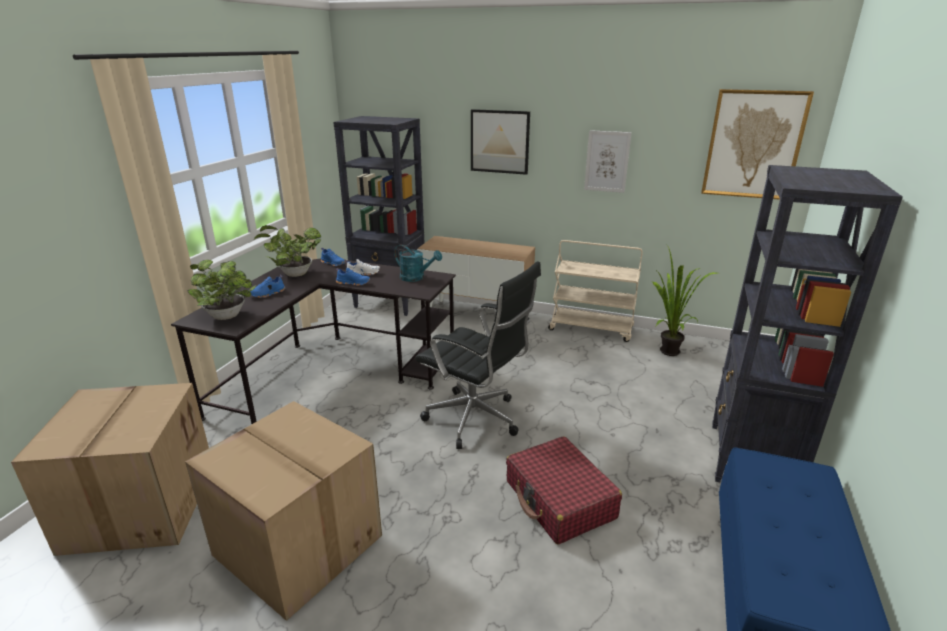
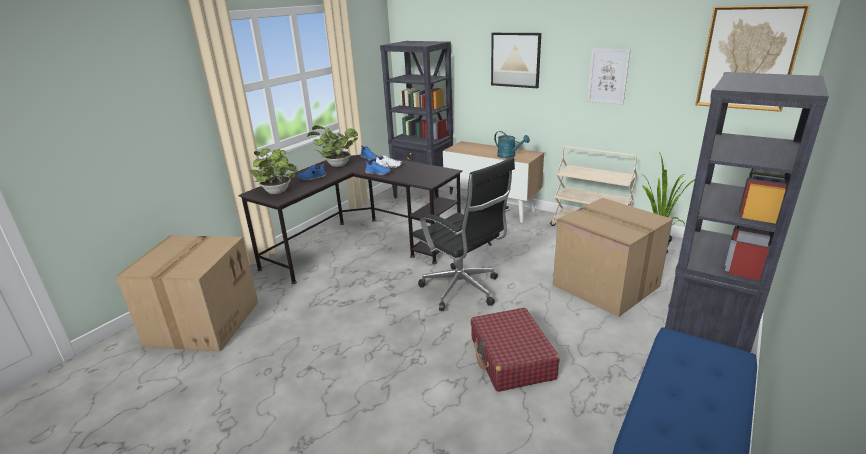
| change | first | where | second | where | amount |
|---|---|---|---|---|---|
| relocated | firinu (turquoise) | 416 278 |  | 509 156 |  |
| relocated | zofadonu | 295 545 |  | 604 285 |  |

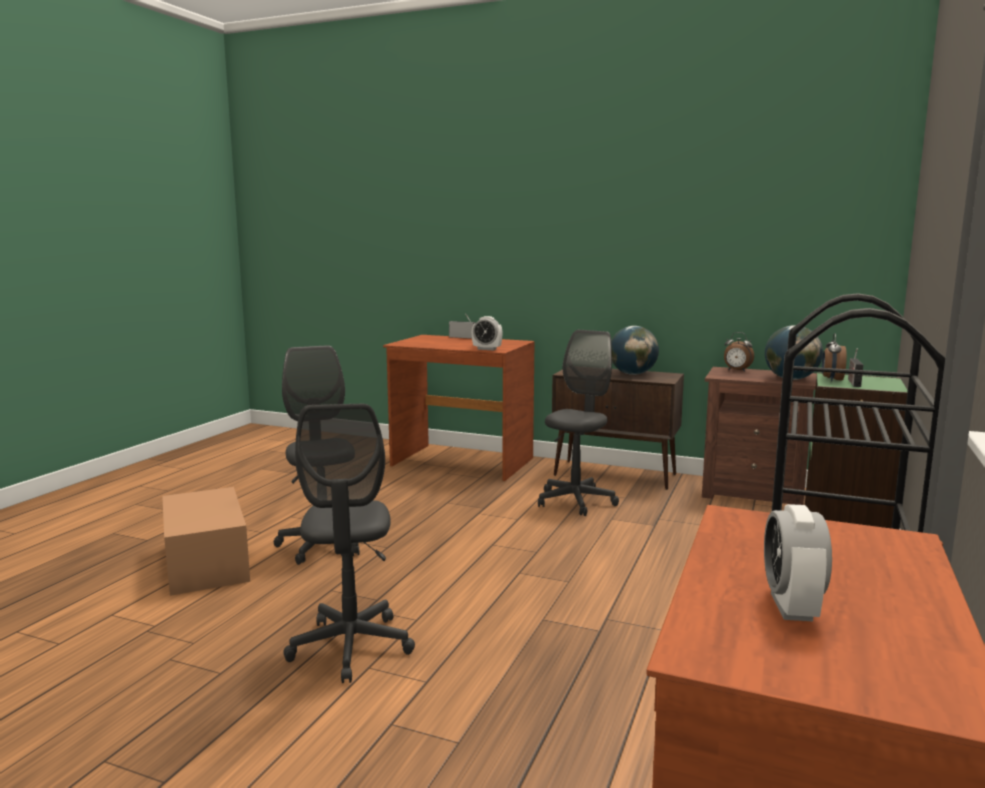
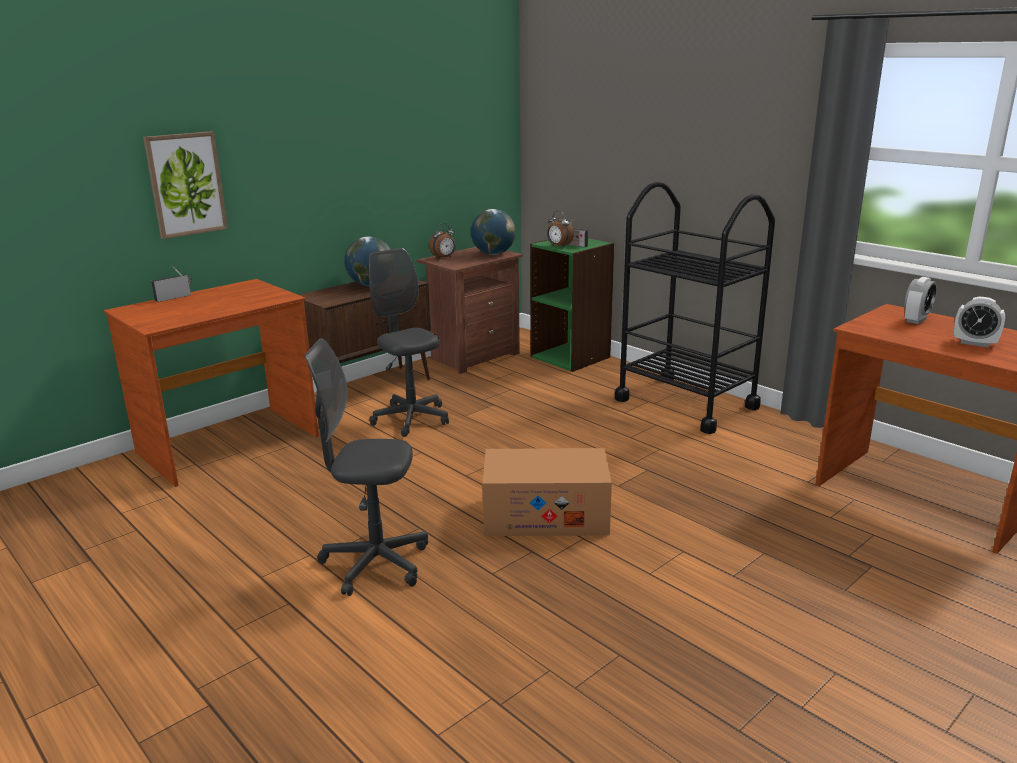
| change | first | where | second | where | amount |
|---|---|---|---|---|---|
| appeared |  |  | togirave | 186 184 |  |
| relocated | zofadonu | 206 563 |  | 545 515 |  |
| relocated | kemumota | 487 349 |  | 916 320 |  |
| missing | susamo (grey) | 351 647 |  |  |  |

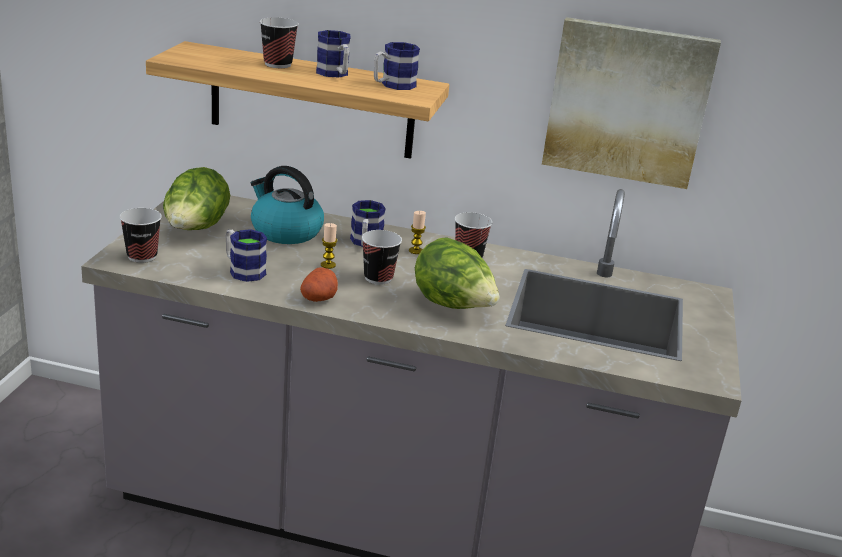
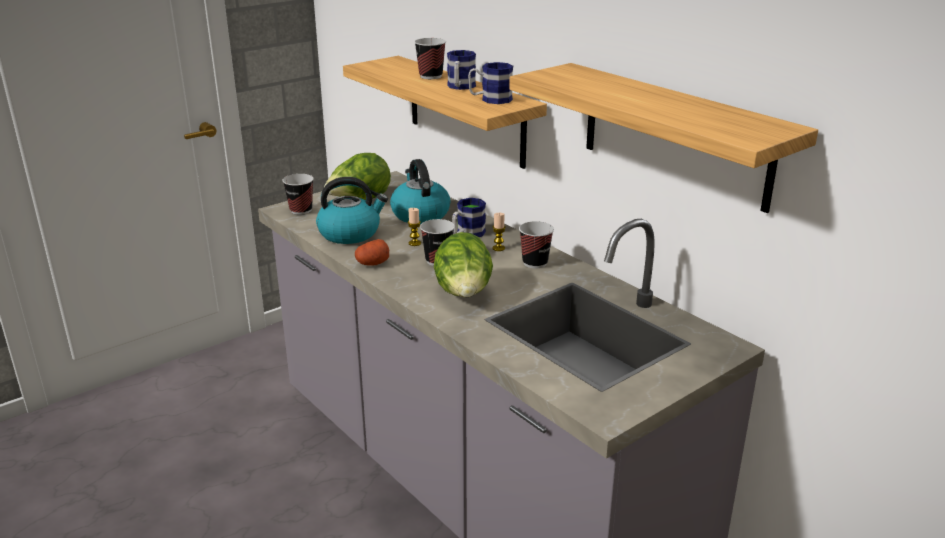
| change | first | where | second | where | amount |
|---|---|---|---|---|---|
| exchanged | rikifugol | 243 270 | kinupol | 350 233 |  |
| exchanged | togirave | 627 102 | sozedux | 675 135 |  |

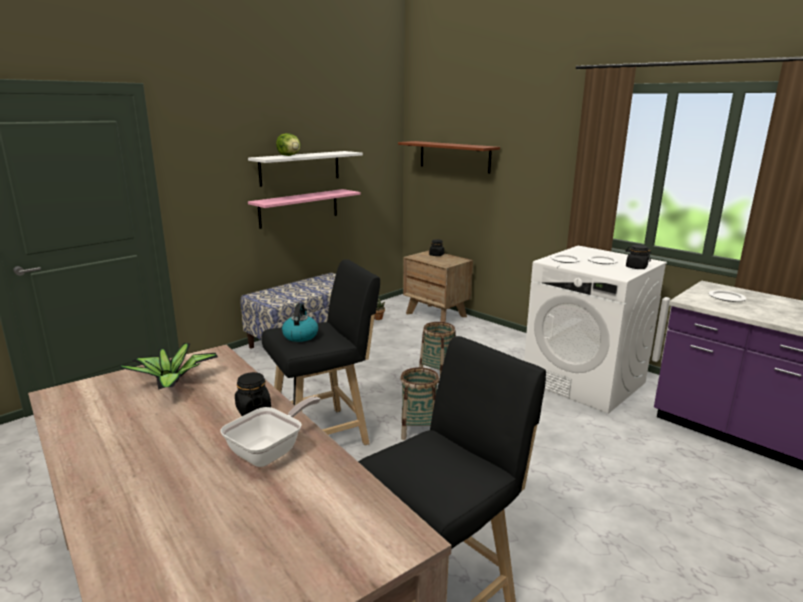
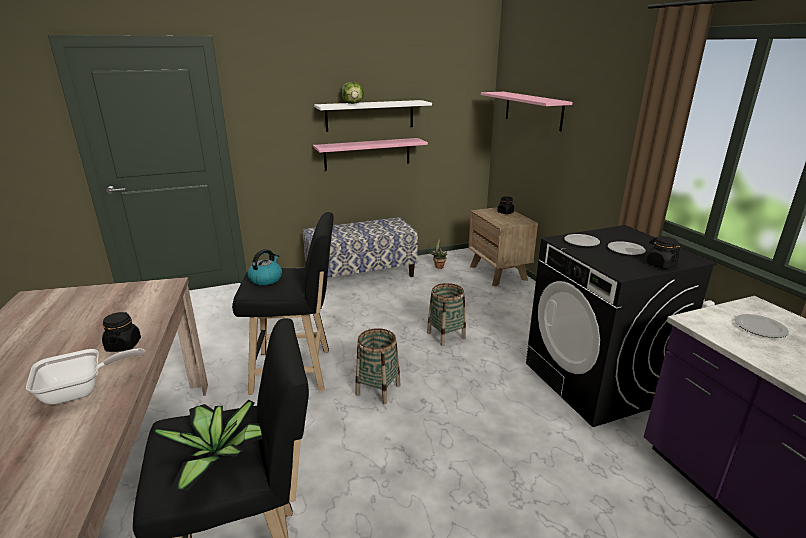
| change | first | where | second | where | amount |
|---|---|---|---|---|---|
| relocated | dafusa | 172 382 |  | 219 455 |  |
| colour | sozedux (brown) | 454 156 | sozedux (pink) | 533 110 |  |
| colour | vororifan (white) | 584 382 | vororifan (black) | 597 382 |  |

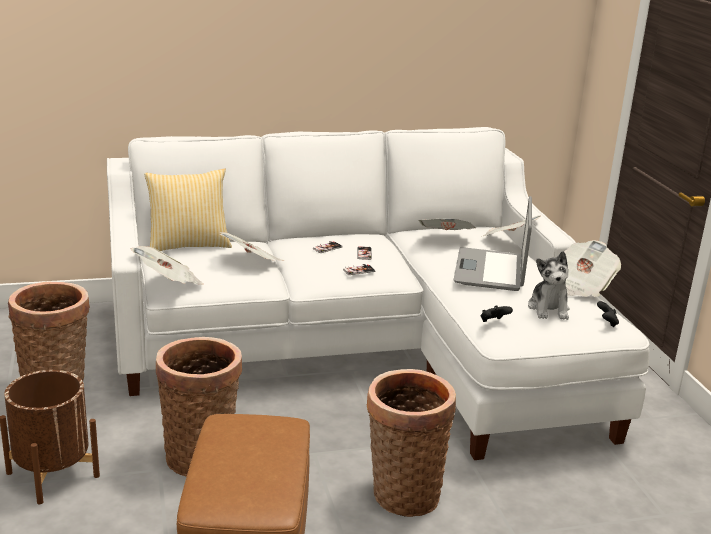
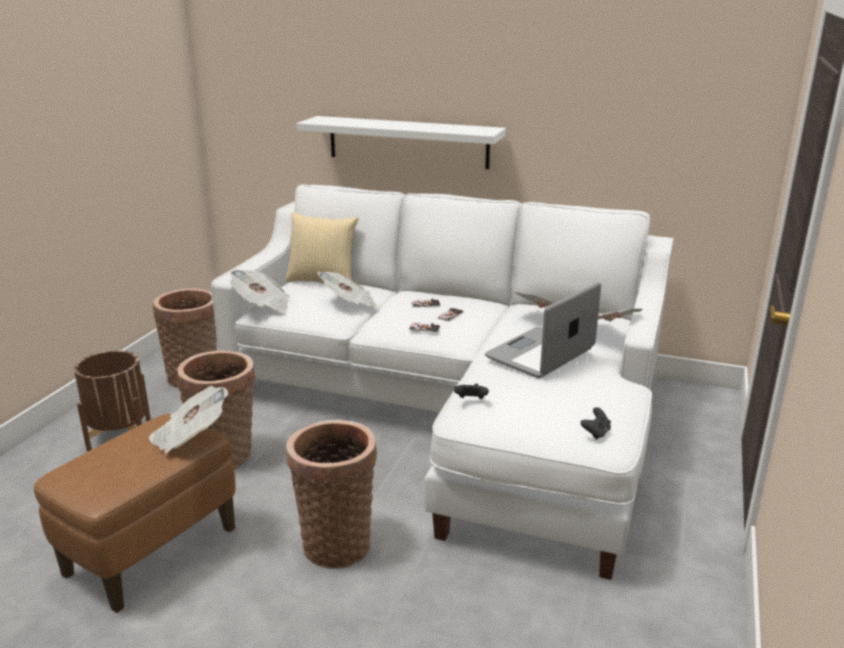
| change | first | where | second | where | amount |
|---|---|---|---|---|---|
| relocated | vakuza | 581 286 |  | 190 437 |  |
| appeared |  |  | sozedux (white) | 407 142 |  |
| missing | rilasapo | 549 309 |  |  |  |

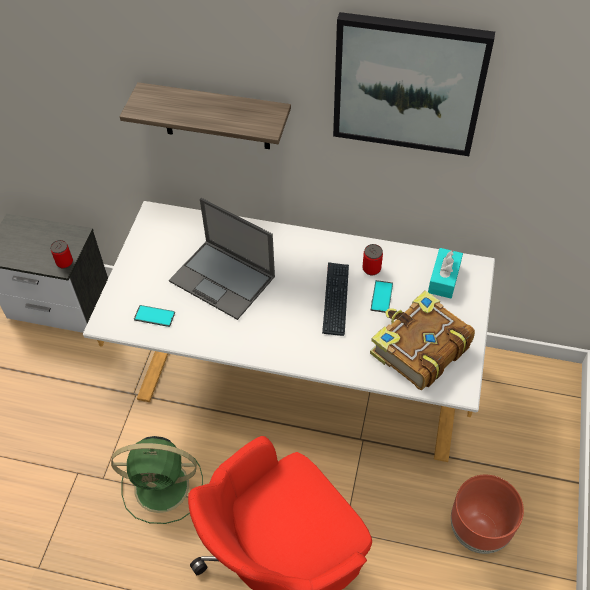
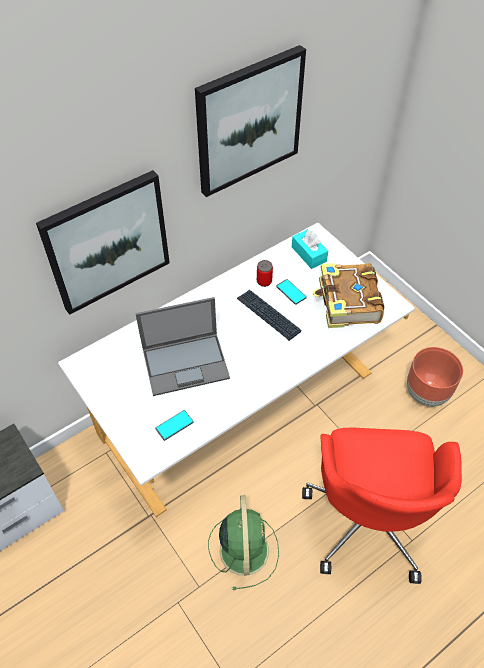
| change | first | where | second | where | amount |
|---|---|---|---|---|---|
| exchanged | sozedux | 216 117 | togirave | 107 242 |  |
| spun | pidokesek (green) | 164 486 |  | 244 548 | 45 degrees counterclockwise |
| missing | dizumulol | 64 262 |  |  |  |

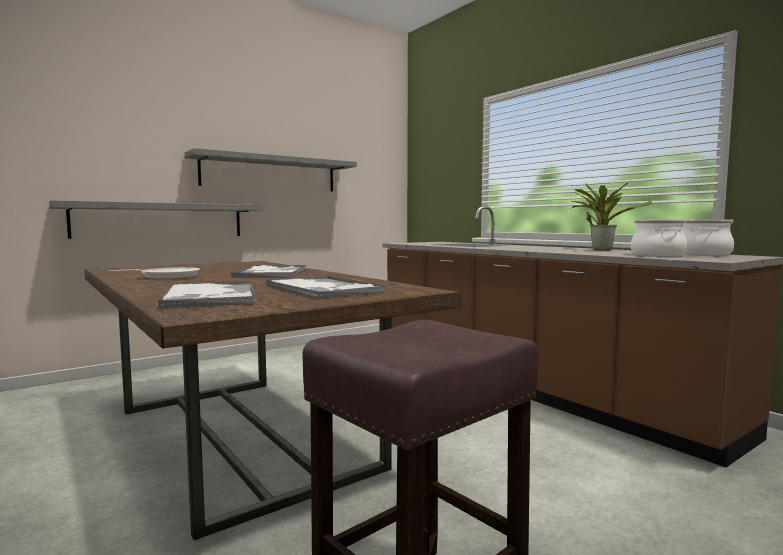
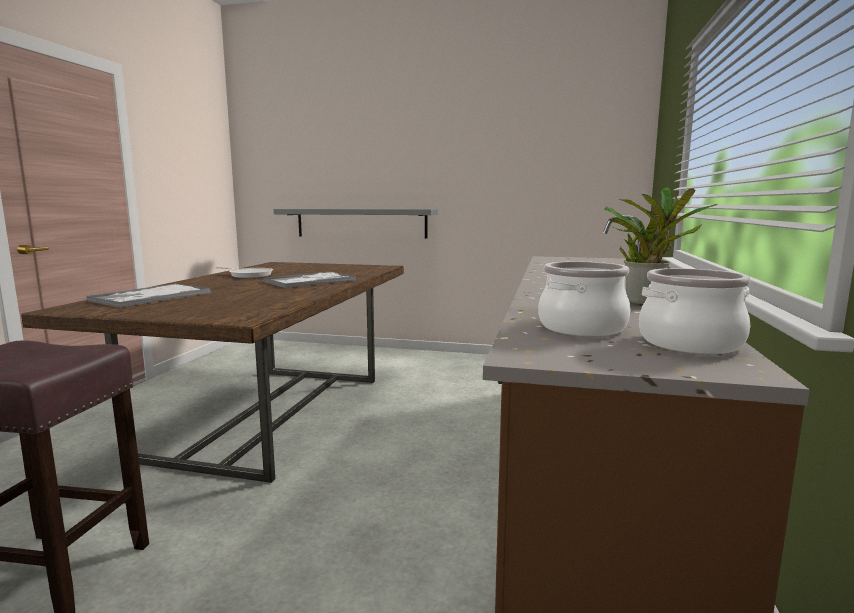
| change | first | where | second | where | amount |
|---|---|---|---|---|---|
| missing | sozedux (grey) | 270 173 |  |  |  |
| missing | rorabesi | 324 289 |  |  |  |

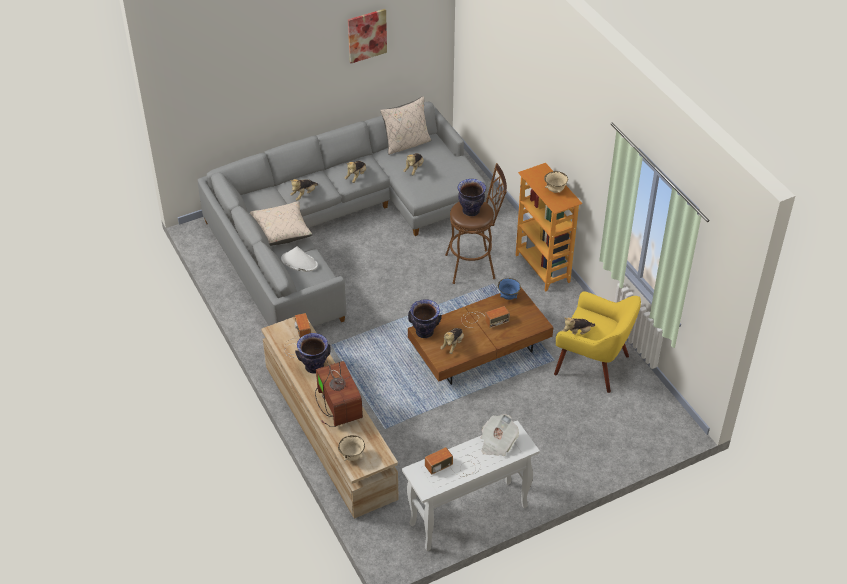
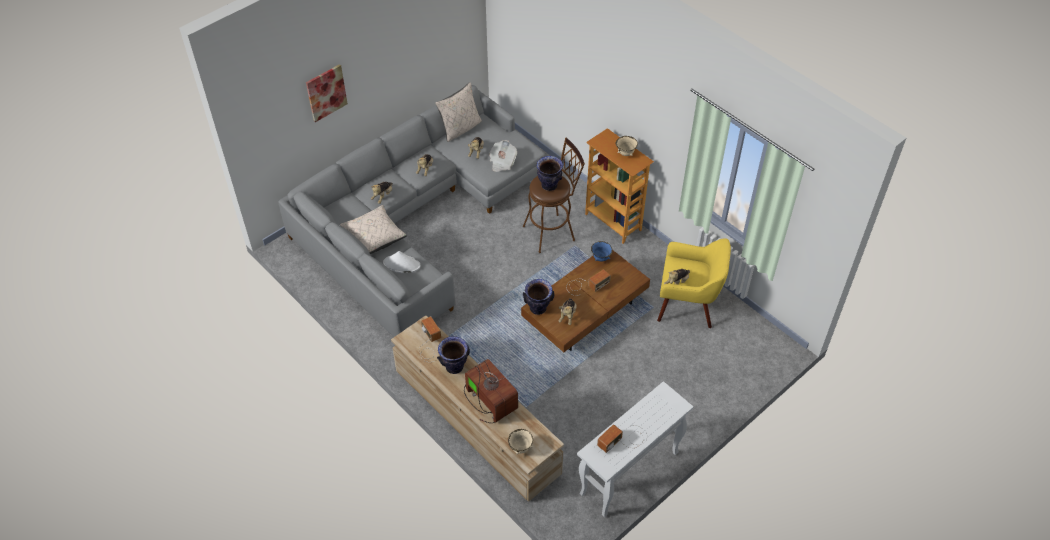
| change | first | where | second | where | amount |
|---|---|---|---|---|---|
| relocated | togirave | 367 35 |  | 326 92 |  |
| relocated | vakuza | 497 442 |  | 502 162 |  |

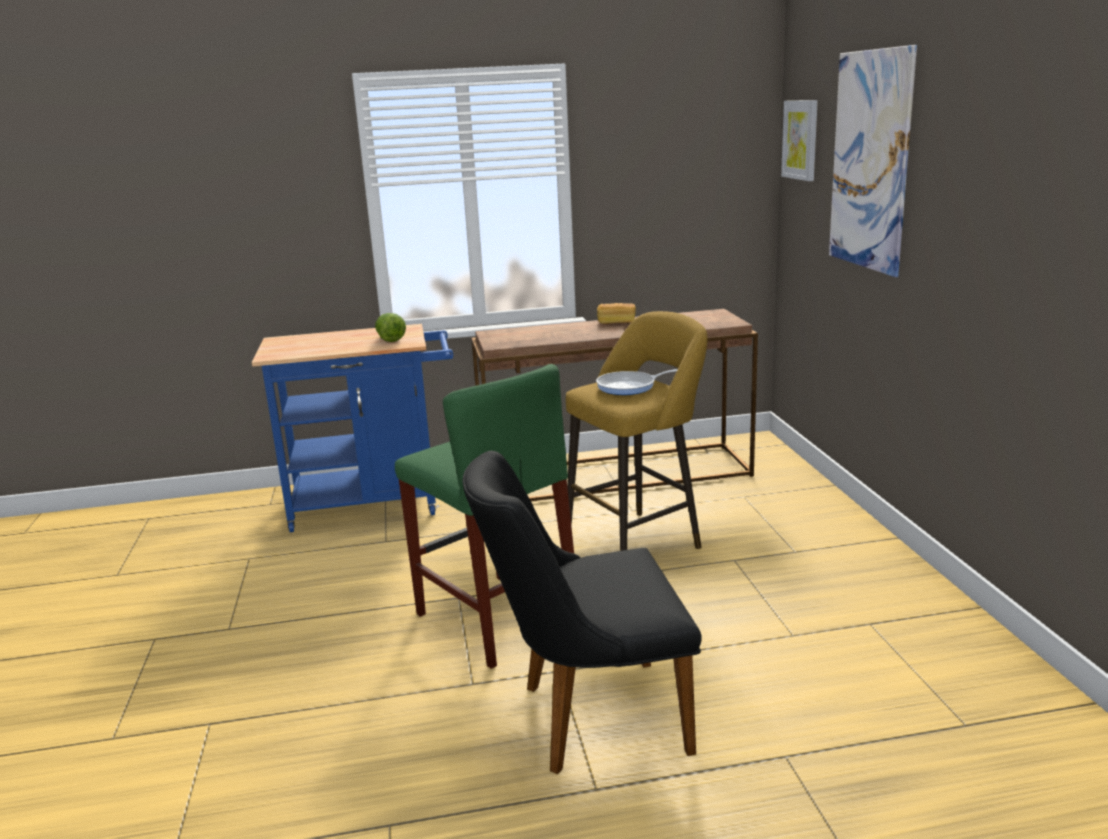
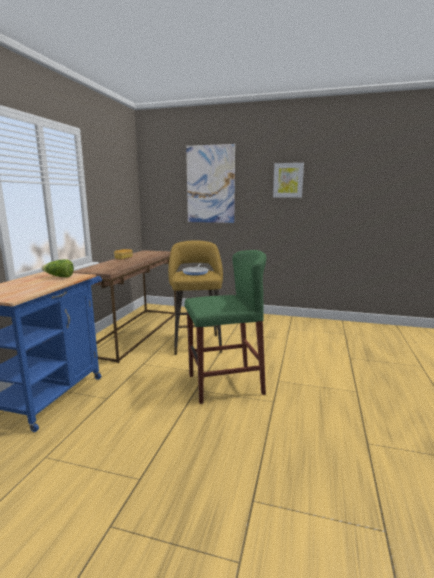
| change | first | where | second | where | amount |
|---|---|---|---|---|---|
| relocated | togirave | 801 139 |  | 288 180 |  |
| missing | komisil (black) | 587 718 |  |  |  |

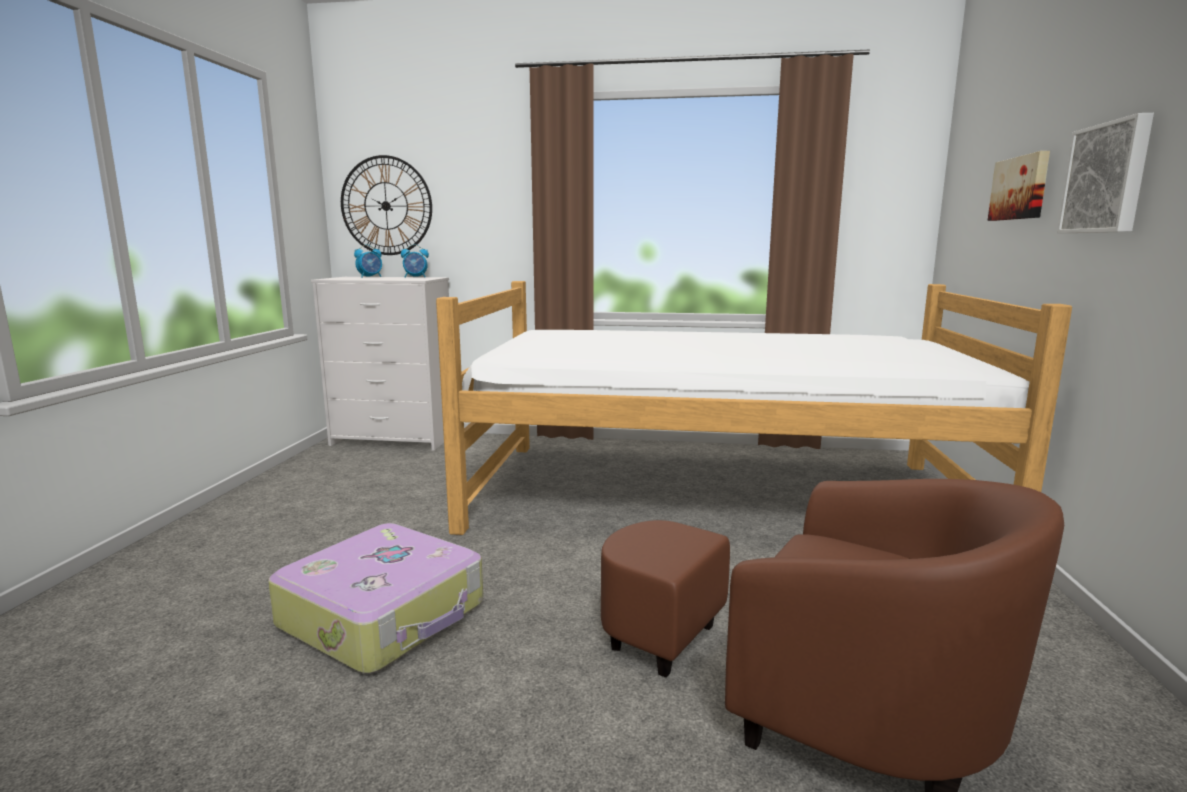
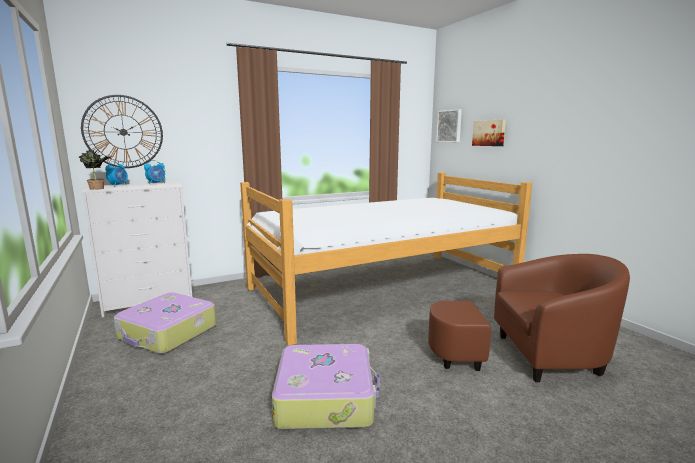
| change | first | where | second | where | amount |
|---|---|---|---|---|---|
| appeared |  |  | dafusa | 99 188 |  |
| appeared |  |  | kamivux | 168 333 |  |
| relocated | togirave | 1107 178 |  | 449 126 |  |

